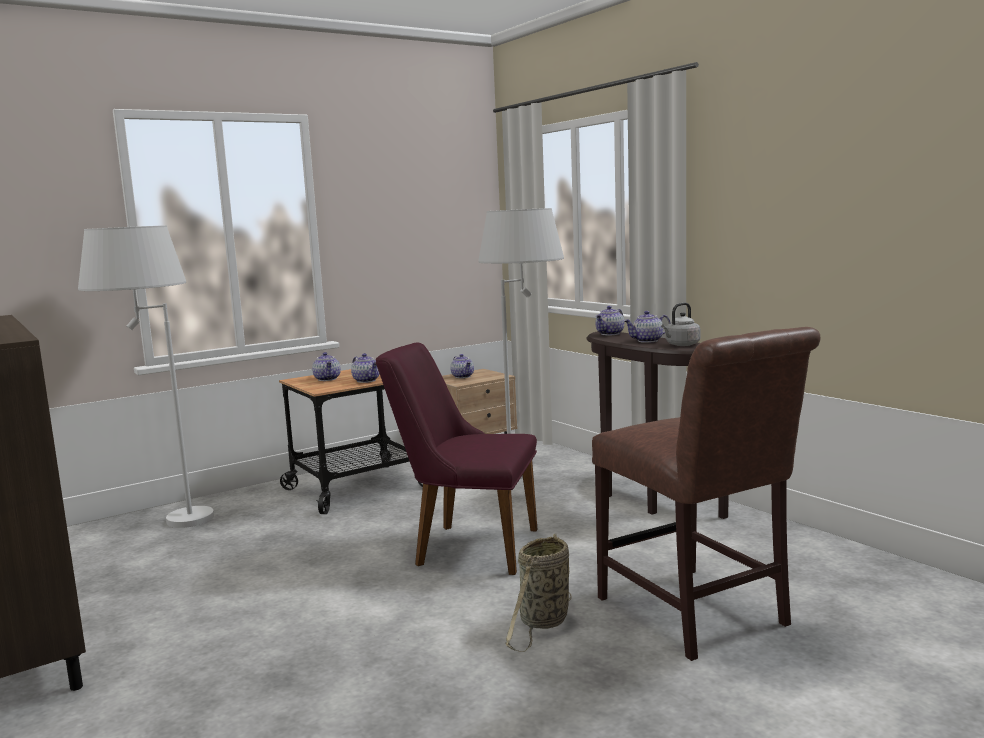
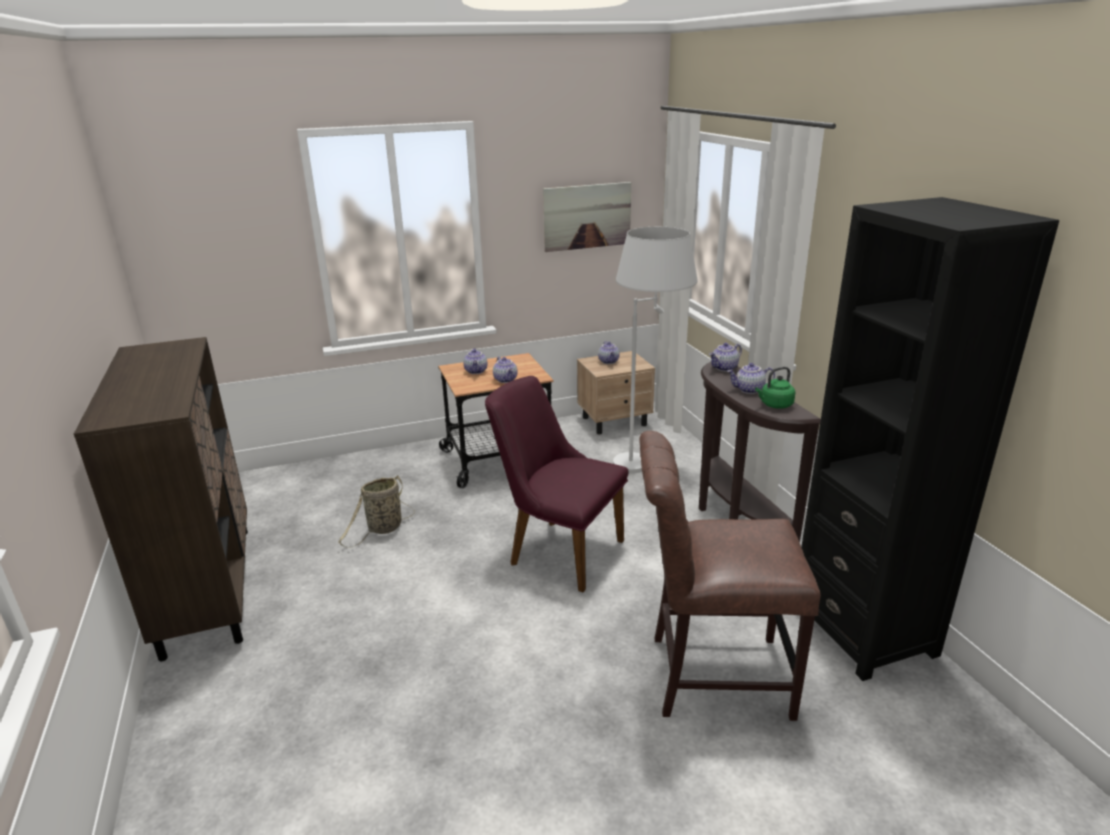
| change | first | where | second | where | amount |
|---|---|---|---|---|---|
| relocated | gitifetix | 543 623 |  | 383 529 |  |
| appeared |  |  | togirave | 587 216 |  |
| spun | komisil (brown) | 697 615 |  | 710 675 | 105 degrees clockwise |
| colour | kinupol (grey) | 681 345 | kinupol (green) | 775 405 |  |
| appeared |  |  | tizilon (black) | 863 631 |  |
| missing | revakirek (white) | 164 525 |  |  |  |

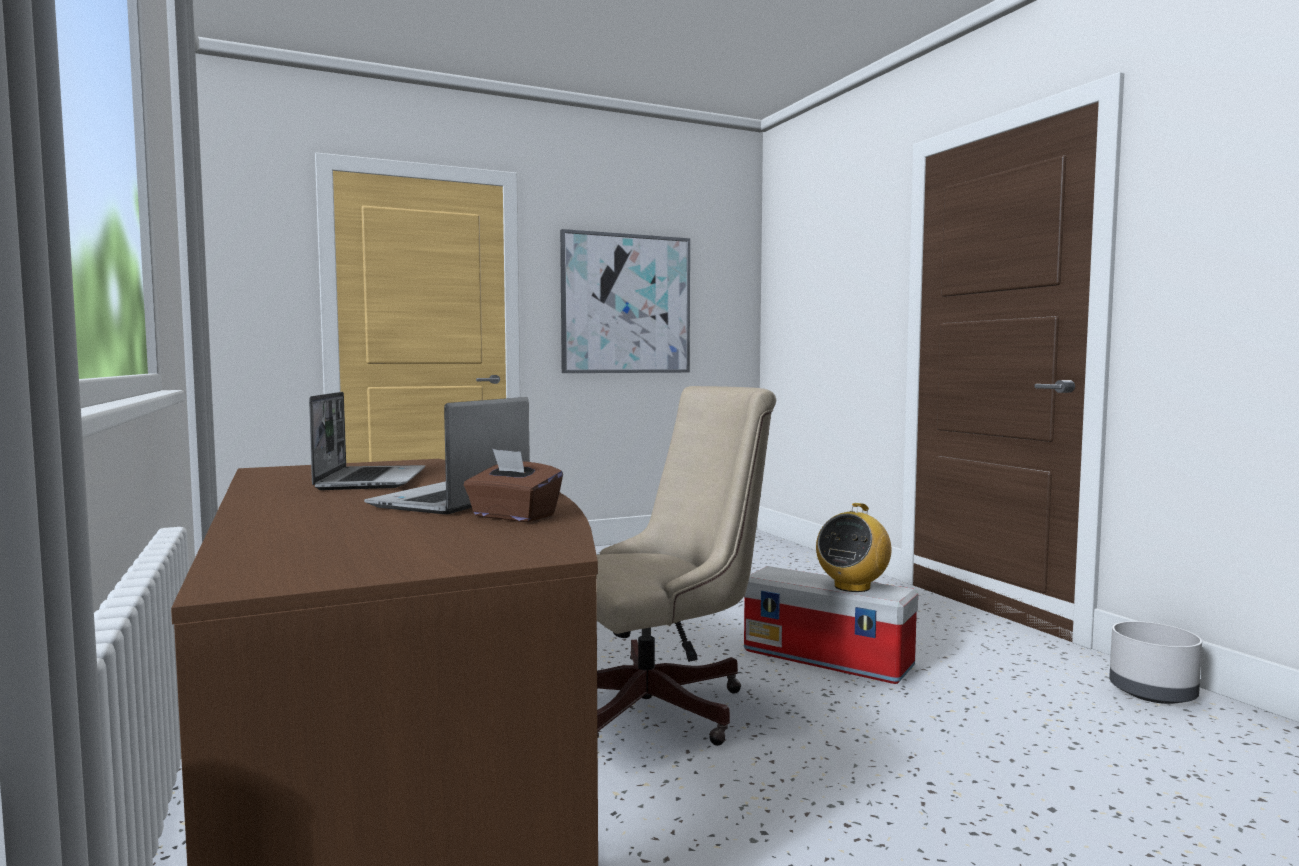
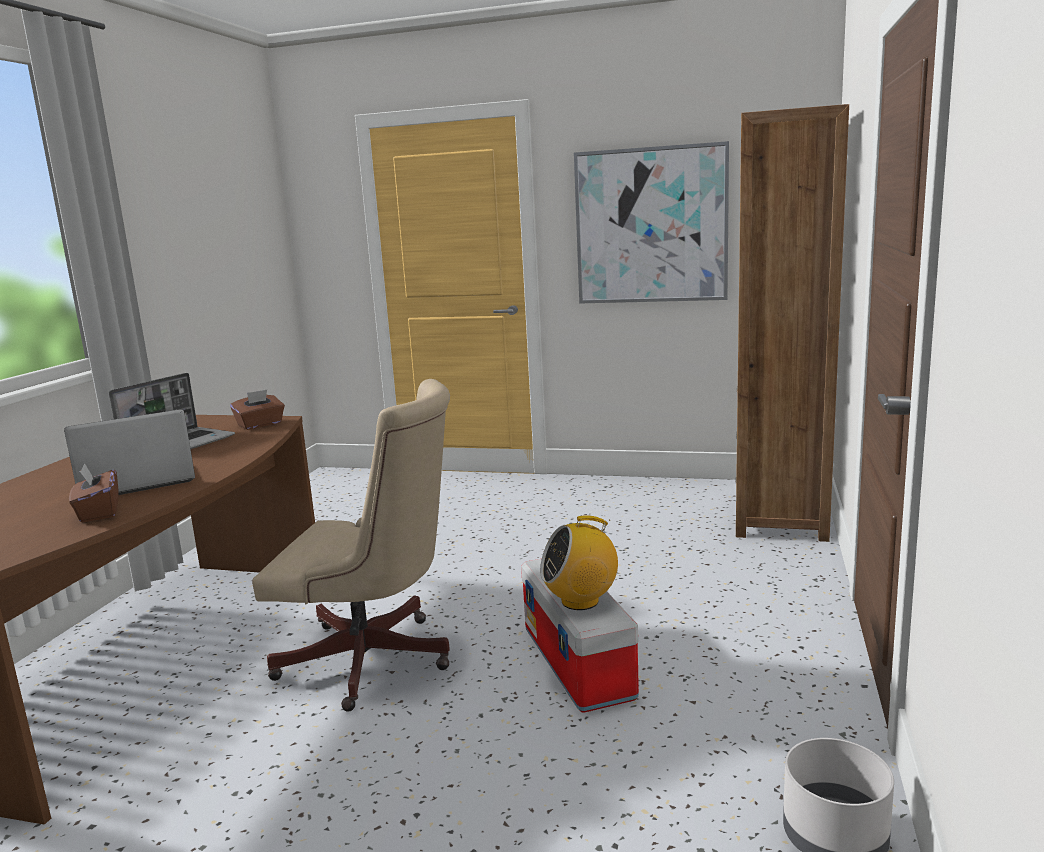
| change | first | where | second | where | amount |
|---|---|---|---|---|---|
| appeared |  |  | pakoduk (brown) | 260 425 |  |
| appeared |  |  | tizilon (brown) | 780 519 |  |

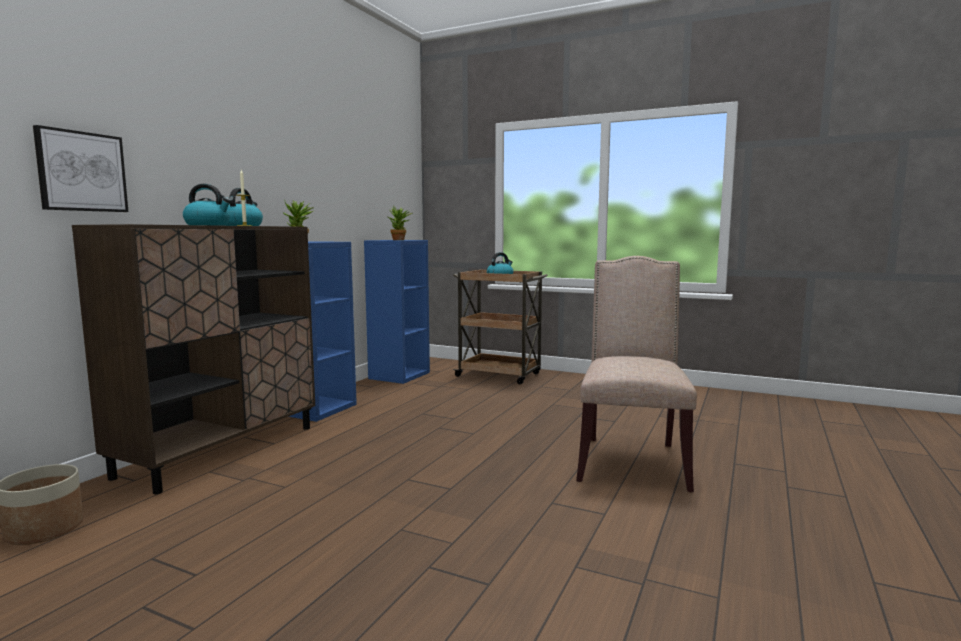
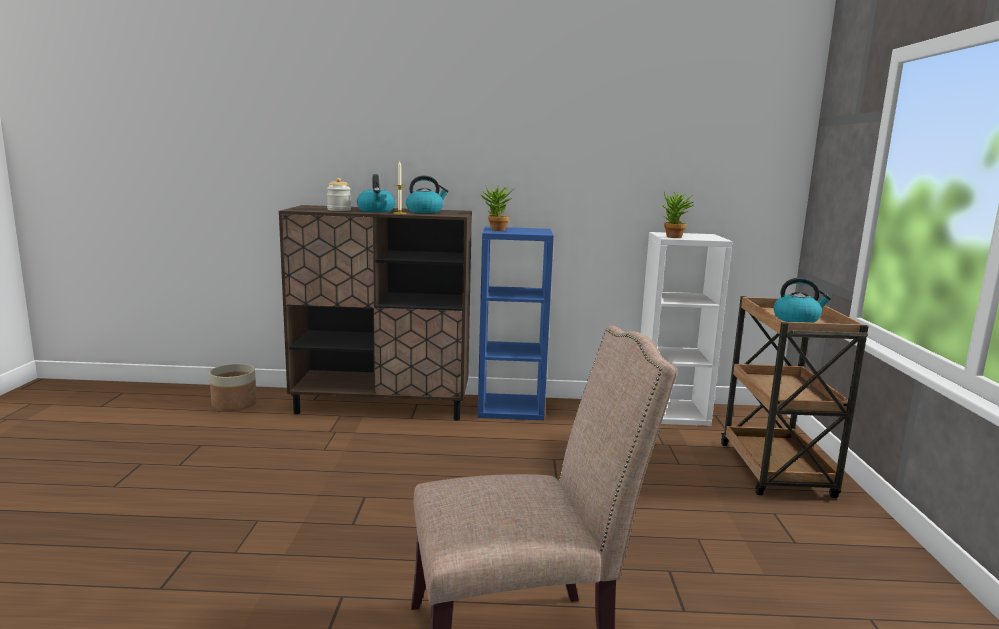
| change | first | where | second | where | amount |
|---|---|---|---|---|---|
| appeared |  |  | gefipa | 339 210 |  |
| colour | tizilon (blue) | 399 375 | tizilon (white) | 672 413 |  |
| missing | togirave | 81 171 |  |  |  |

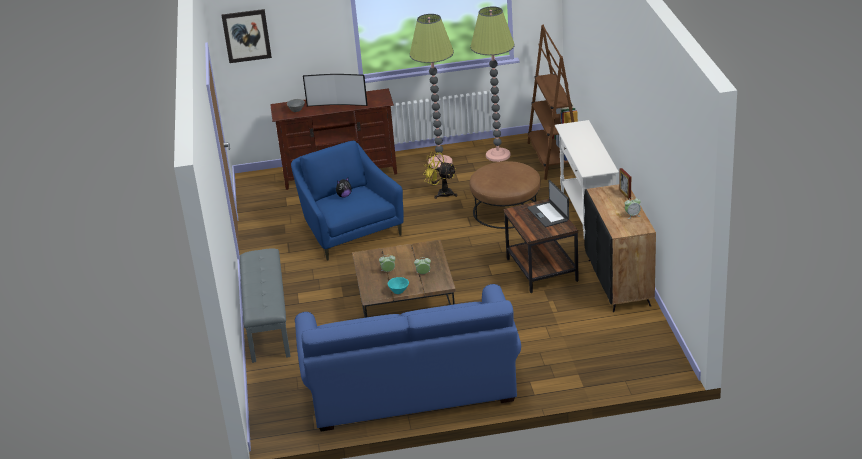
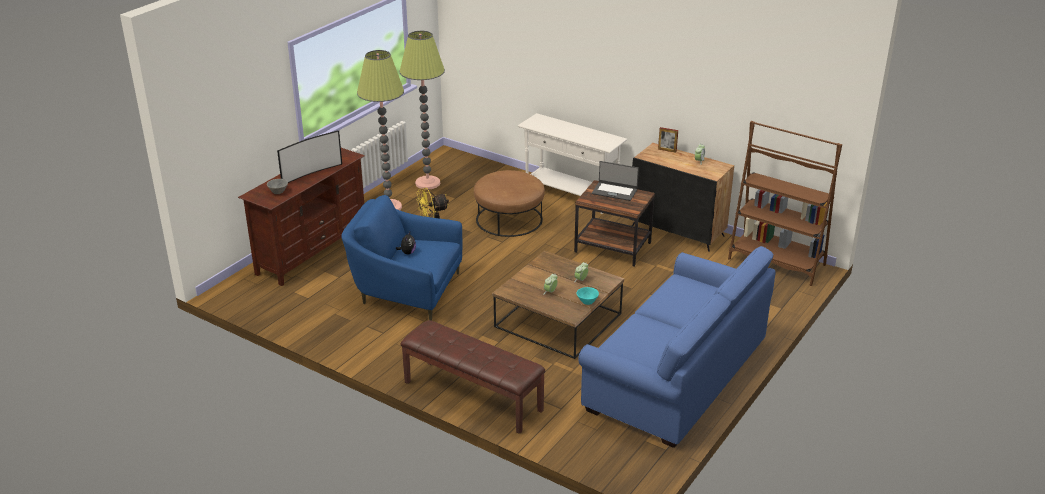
| change | first | where | second | where | amount |
|---|---|---|---|---|---|
| colour | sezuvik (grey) | 267 322 | sezuvik (brown) | 472 396 |  |
| relocated | tizilon (brown) | 554 158 |  | 776 262 |  |
| missing | togirave | 246 35 |  |  |  |

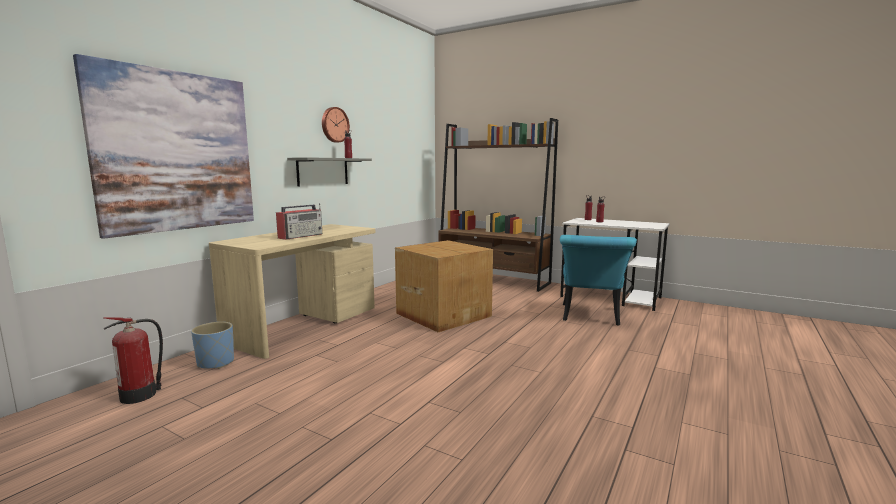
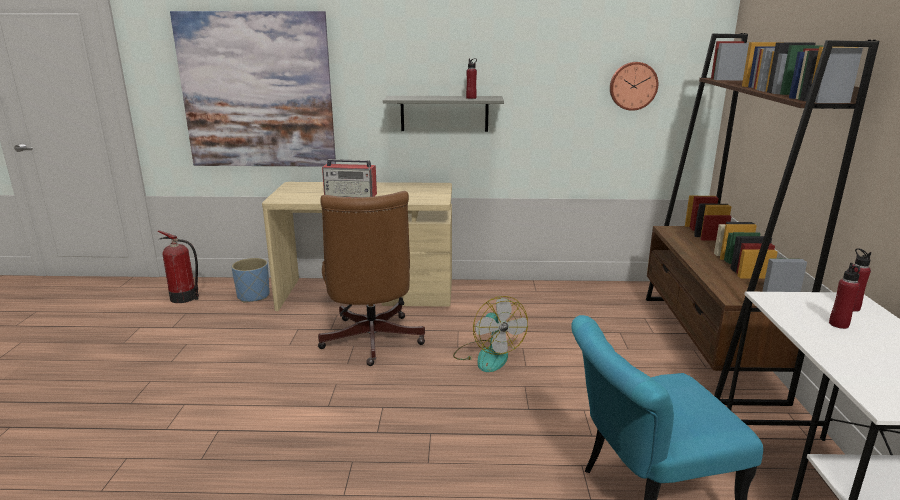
| change | first | where | second | where | amount |
|---|---|---|---|---|---|
| appeared |  |  | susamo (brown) | 371 342 |  |
| exchanged | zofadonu | 443 314 | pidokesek | 488 355 |  |
| relocated | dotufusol | 334 125 |  | 633 86 |  |

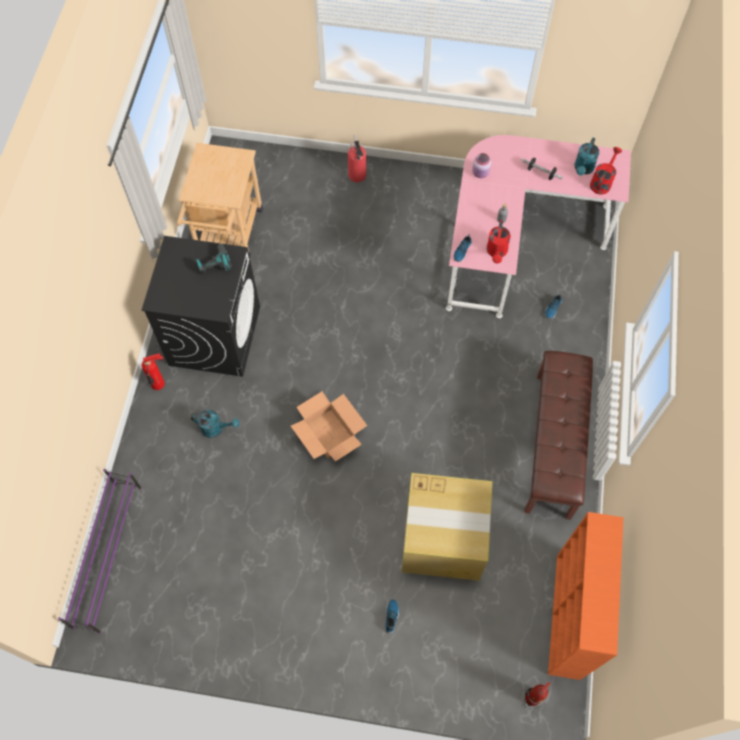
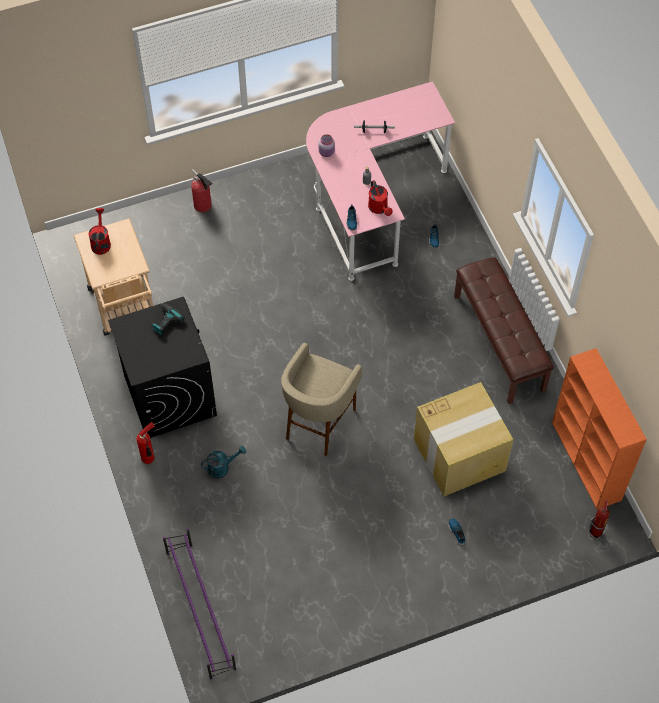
| change | first | where | second | where | amount |
|---|---|---|---|---|---|
| relocated | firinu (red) | 602 182 |  | 101 242 |  |
| exchanged | zofadonu | 329 433 | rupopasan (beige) | 318 423 |  |
| missing | firinu (turquoise) | 583 169 |  |  |  |

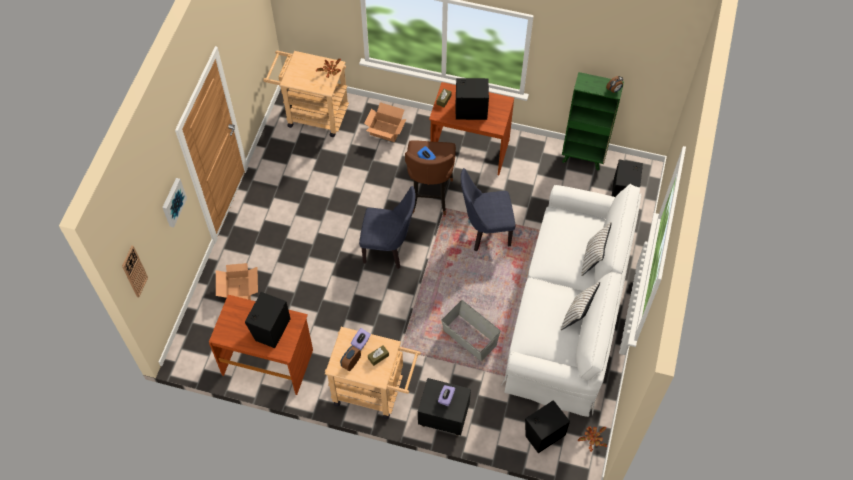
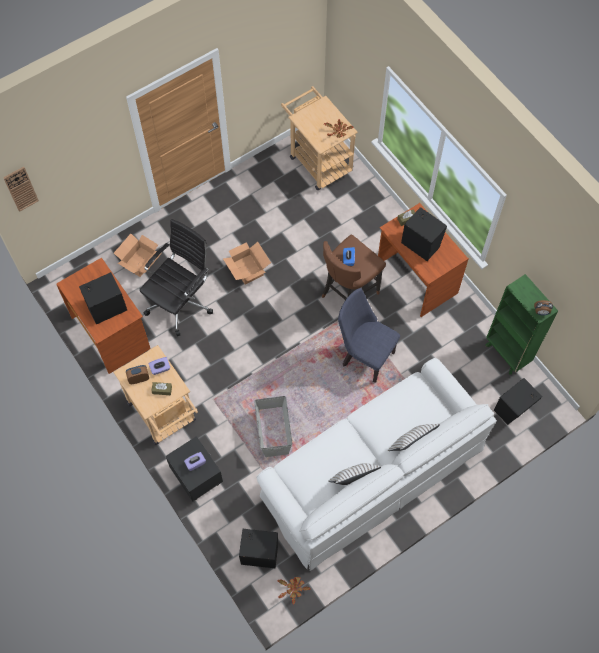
| change | first | where | second | where | amount |
|---|---|---|---|---|---|
| appeared |  |  | susamo (black) | 181 302 |  |
| relocated | zofadonu | 386 131 |  | 247 270 |  |
| missing | togirave | 172 202 |  |  |  |
| missing | komisil (blue) | 389 249 |  |  |  |

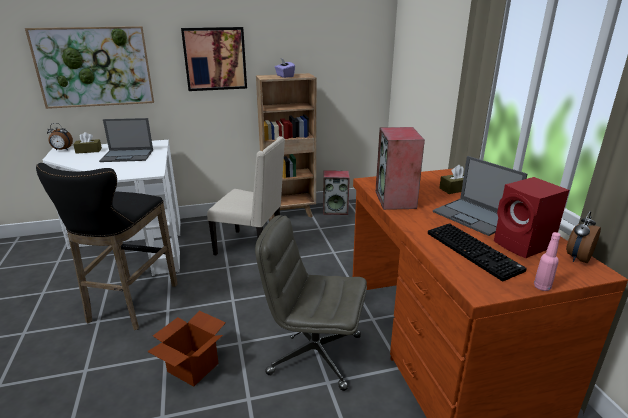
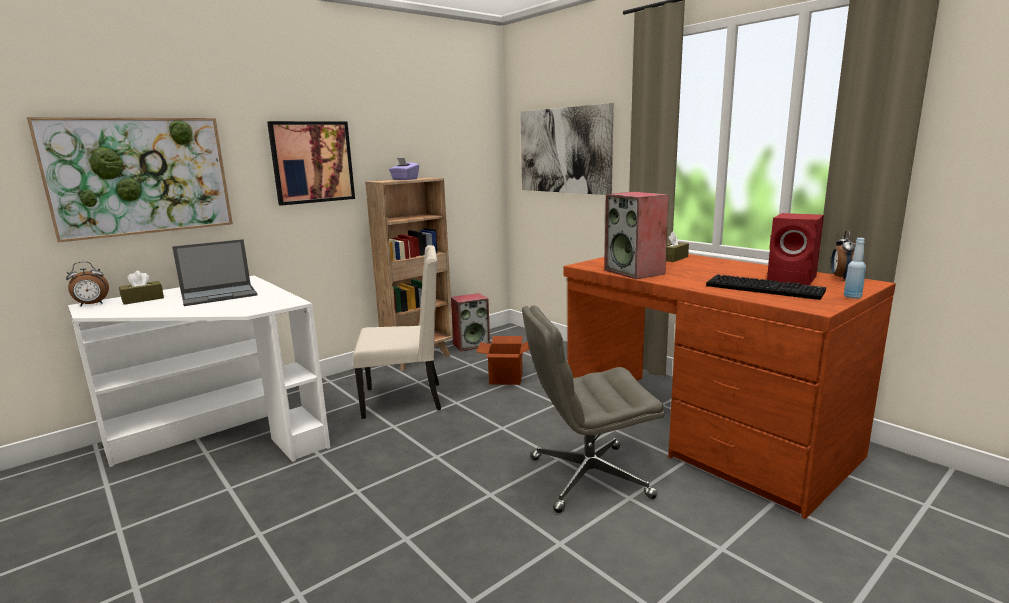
| change | first | where | second | where | amount |
|---|---|---|---|---|---|
| relocated | zofadonu | 193 367 |  | 506 378 |  |
| appeared |  |  | togirave | 564 150 |  |
| colour | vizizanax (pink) | 542 287 | vizizanax (blue) | 852 297 |  |
| missing | rupopasan (black) | 130 305 |  |  |  |
| missing | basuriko | 475 217 |  |  |  |

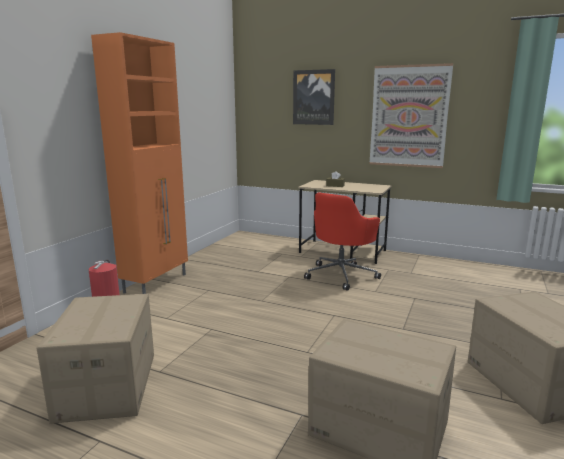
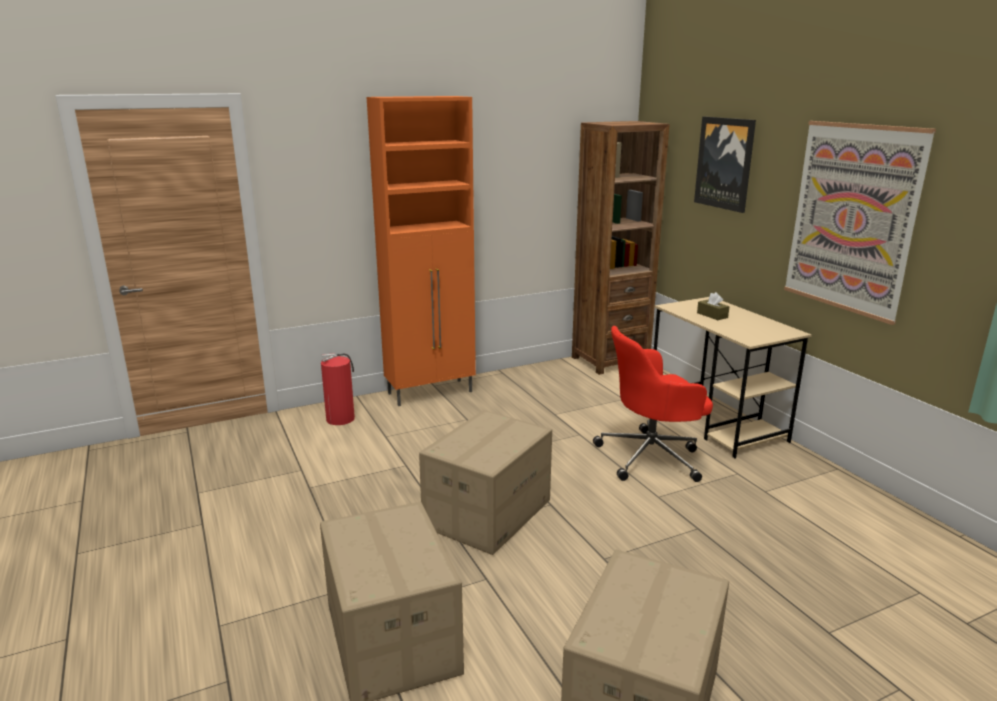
| change | first | where | second | where | amount |
|---|---|---|---|---|---|
| relocated | zofadonu | 107 385 |  | 487 513 |  |
| appeared |  |  | tizilon (brown) | 610 360 |  |

